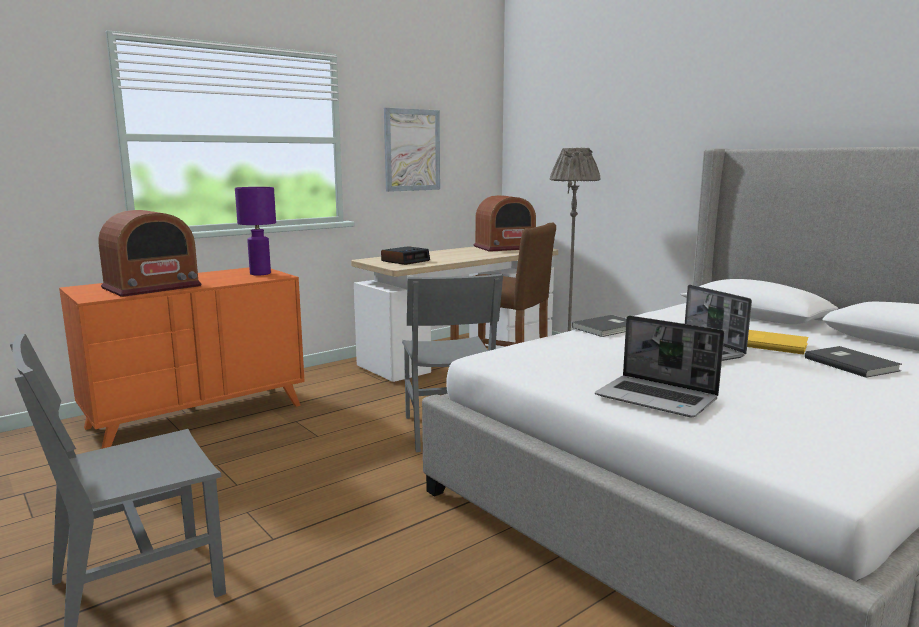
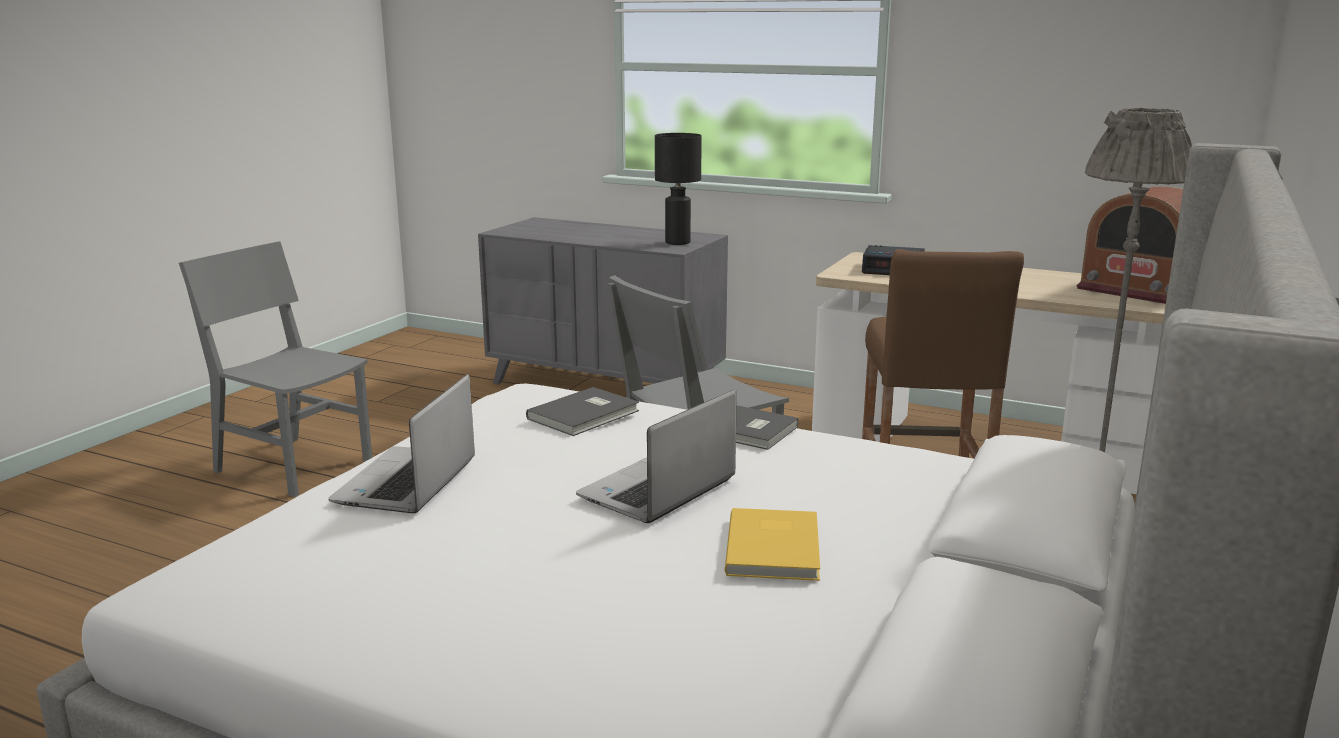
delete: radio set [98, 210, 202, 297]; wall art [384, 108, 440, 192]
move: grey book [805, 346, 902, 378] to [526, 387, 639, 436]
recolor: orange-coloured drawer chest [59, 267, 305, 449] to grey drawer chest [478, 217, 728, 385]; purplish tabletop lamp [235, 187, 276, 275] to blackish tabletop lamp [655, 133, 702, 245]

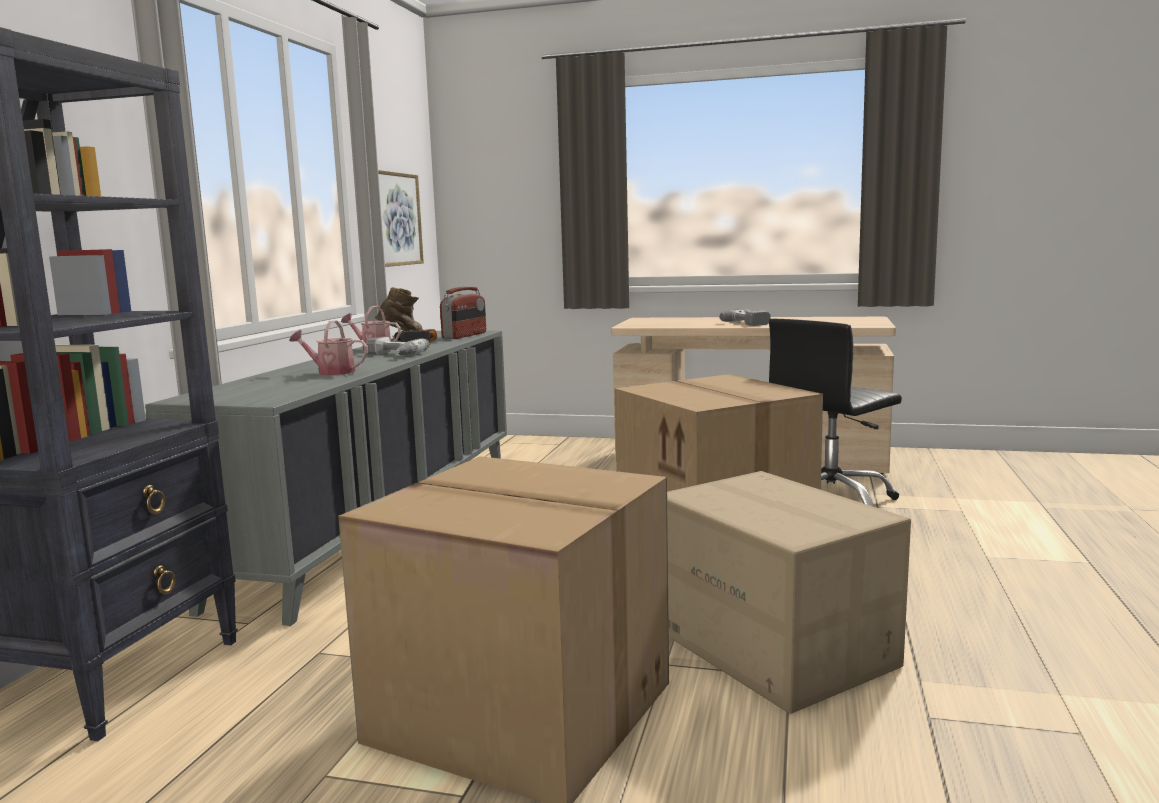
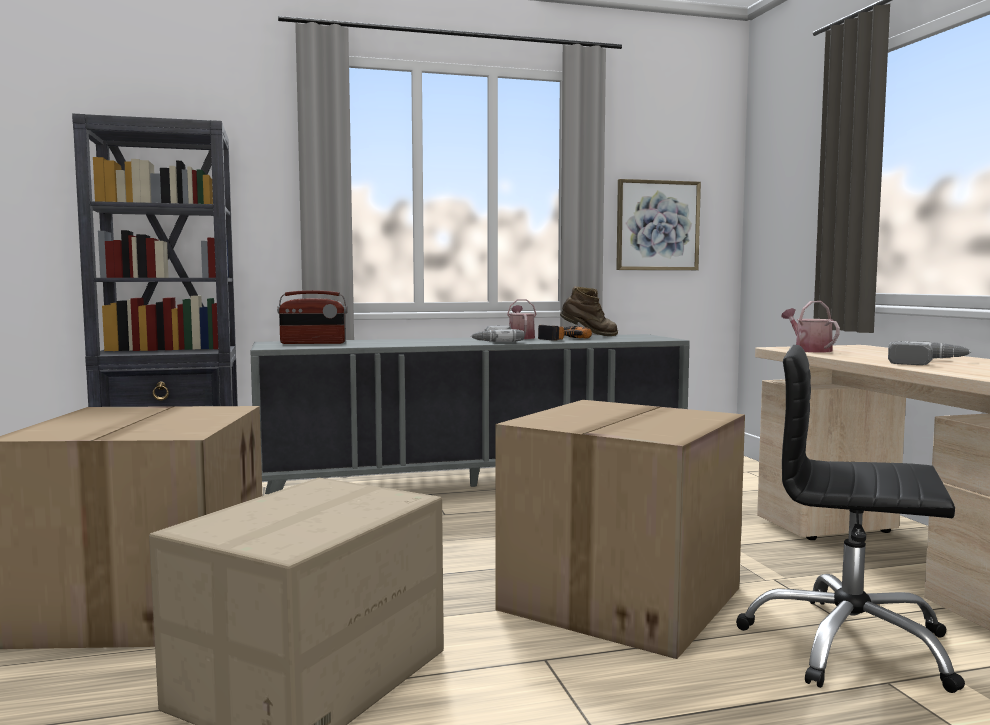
move: sprinkling can [289, 320, 368, 375] to [781, 301, 840, 353]; radio set [440, 287, 486, 339] to [277, 290, 348, 344]

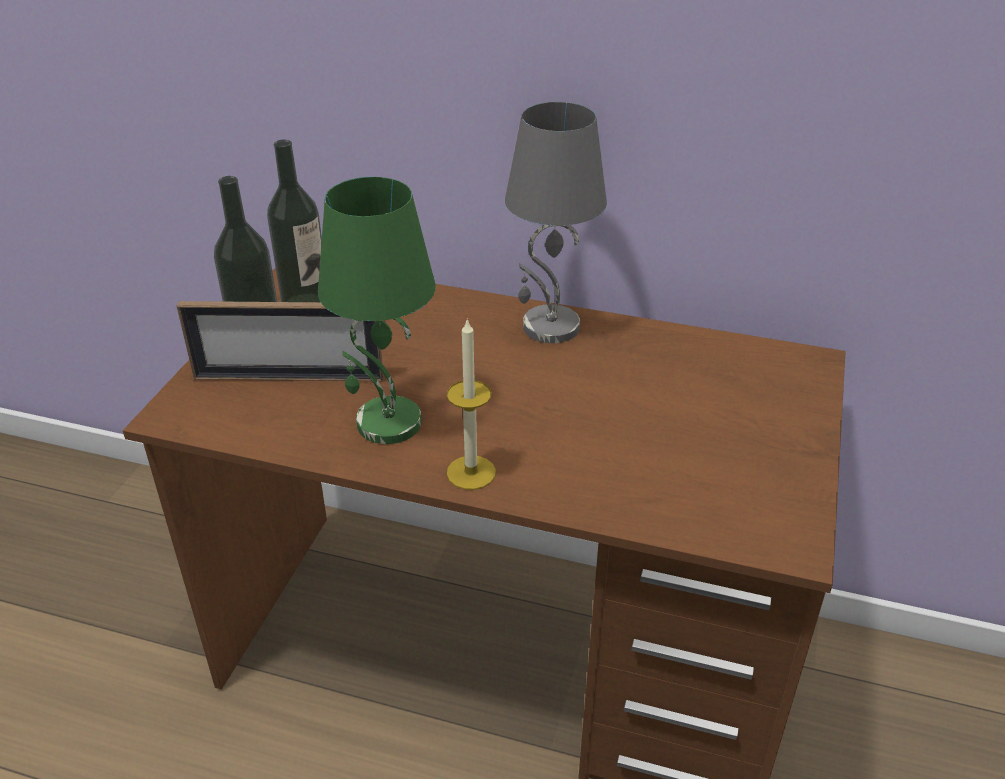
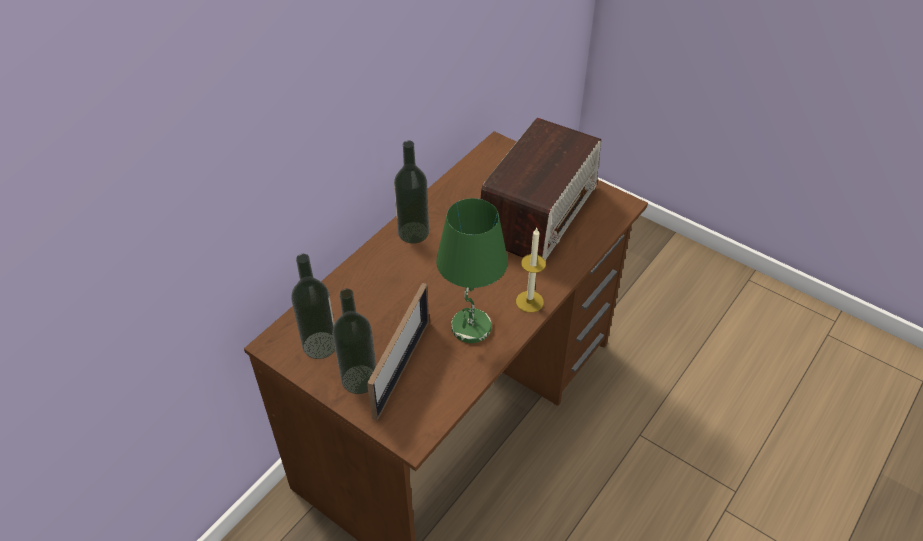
insert: radio set [481, 118, 601, 261]
replace: grey tabletop lamp [505, 102, 607, 343] to drink bottle [394, 140, 429, 244]

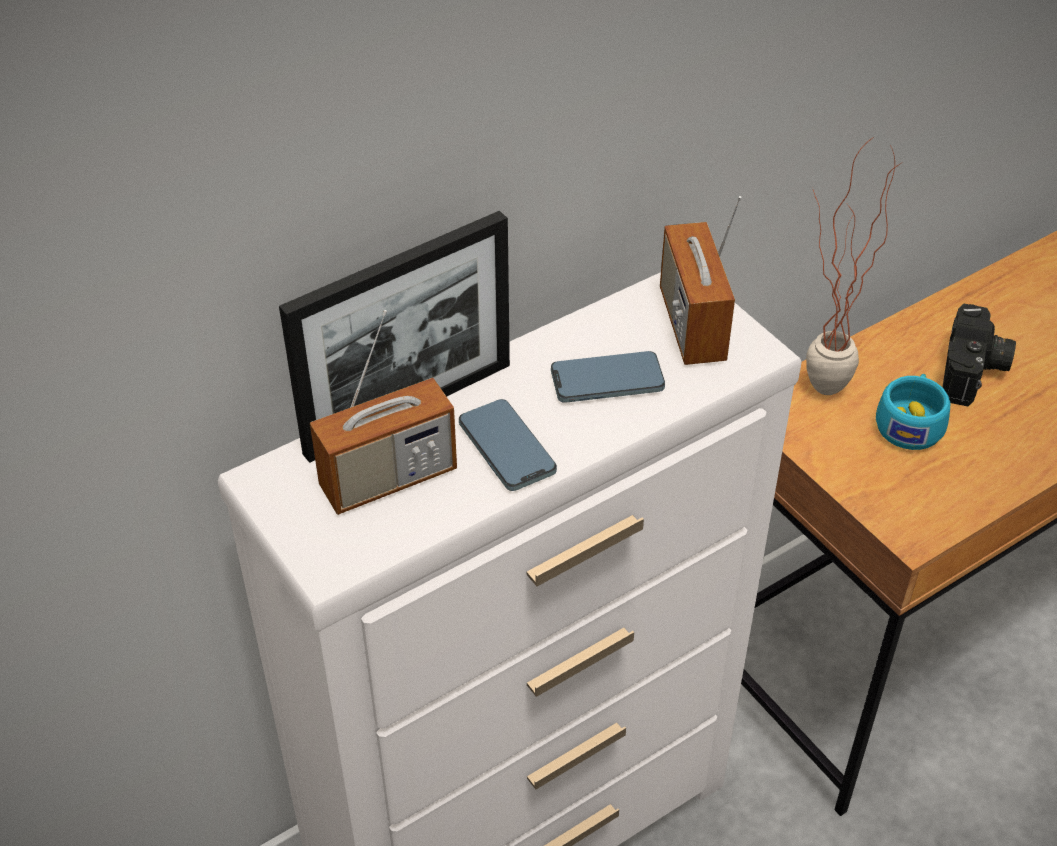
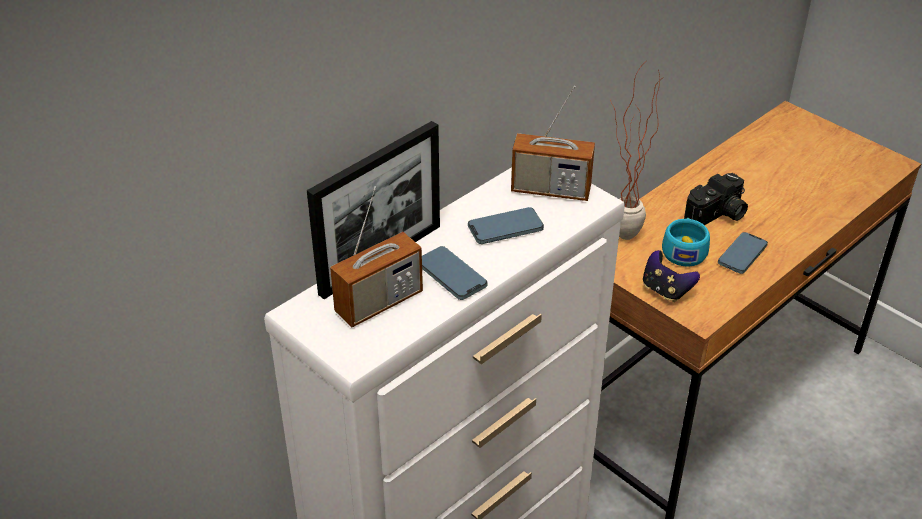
insert: game controller [643, 250, 700, 302]; telephone [718, 232, 768, 274]
rotate: radio set [660, 196, 741, 365] = [511, 86, 595, 201] 60 degrees counterclockwise; photo camera [942, 304, 1016, 406] = [684, 173, 748, 225] 45 degrees clockwise

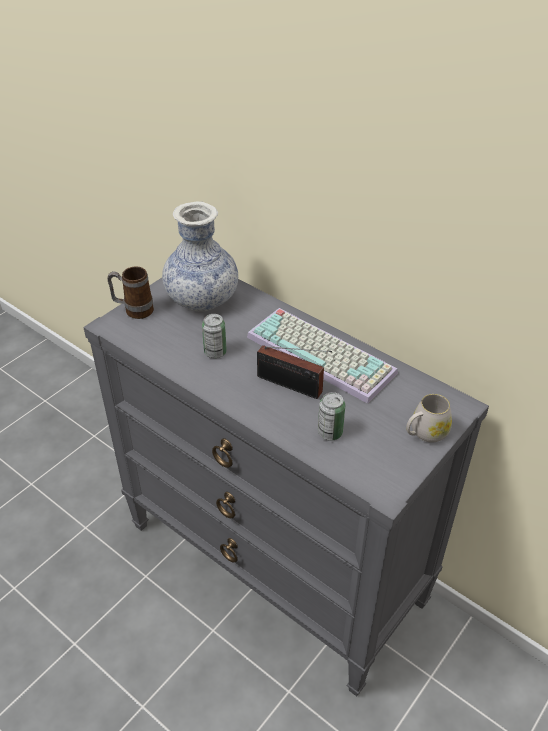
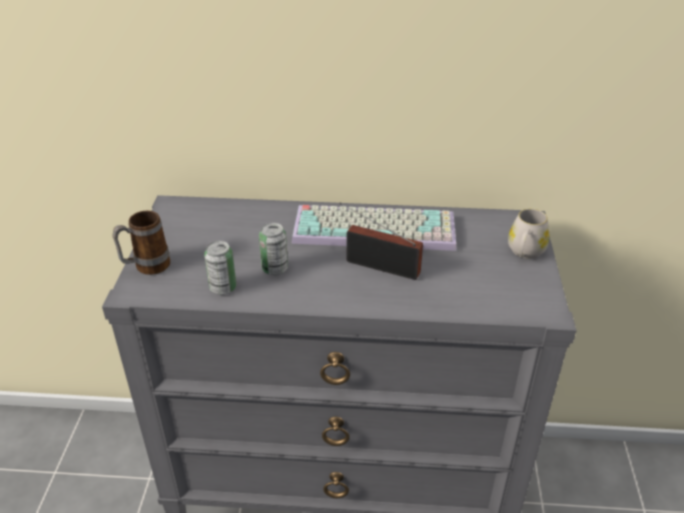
delete: decorative vase [162, 201, 238, 311]
move: sealed can [318, 392, 345, 441] to [204, 241, 236, 295]
rotate: radio set [257, 345, 332, 399] = [339, 203, 423, 280] 150 degrees counterclockwise

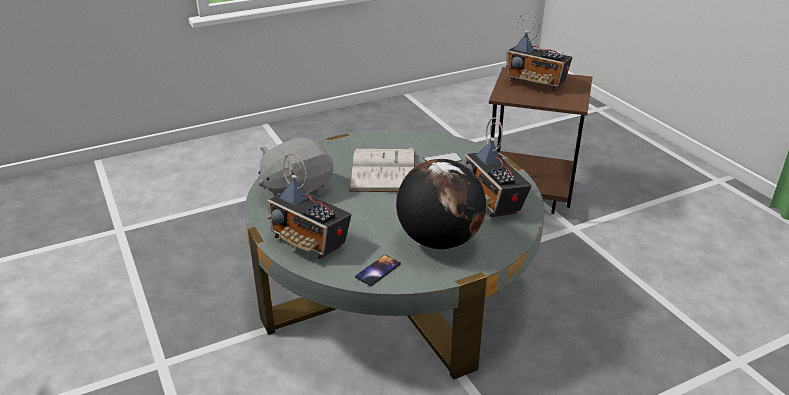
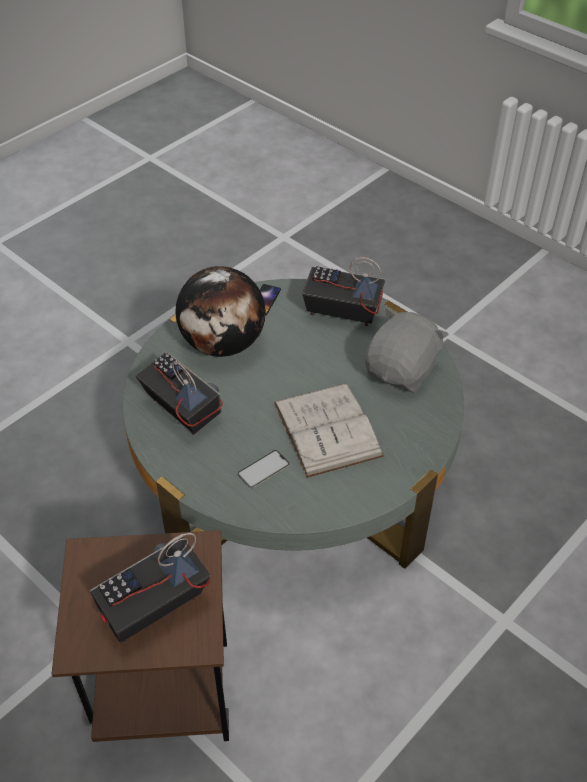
rotate: radio set [506, 12, 573, 91] = [90, 533, 211, 642] 45 degrees counterclockwise

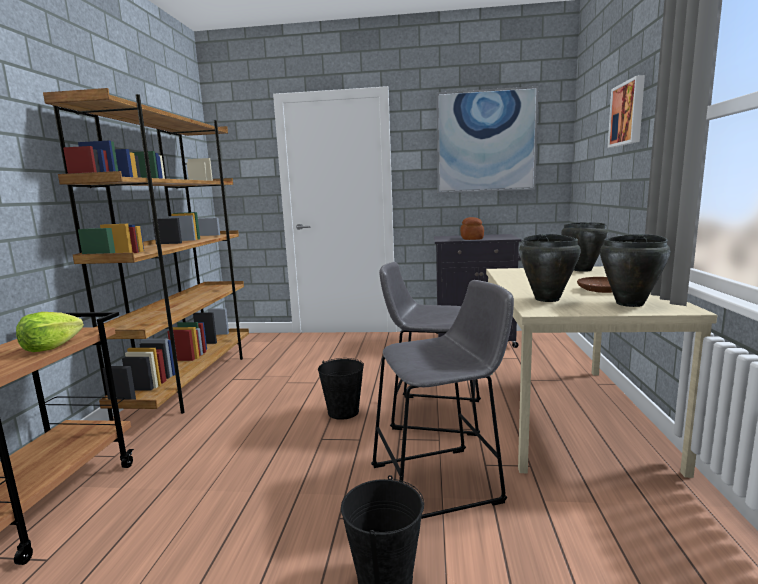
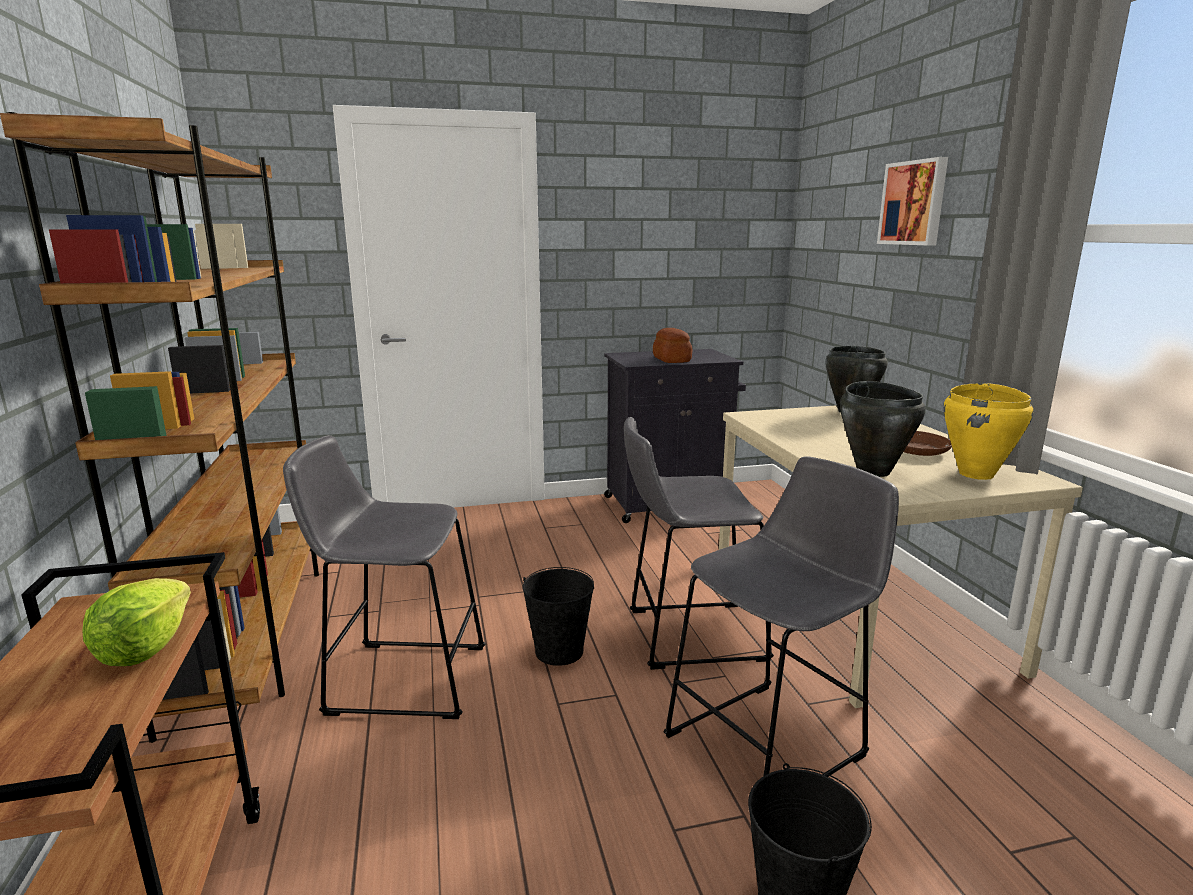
delete: wall art [436, 86, 539, 193]
insert: grey stool [283, 435, 486, 719]
recolor: blackish saucepot [600, 234, 670, 307] to yellow saucepot [943, 383, 1034, 480]

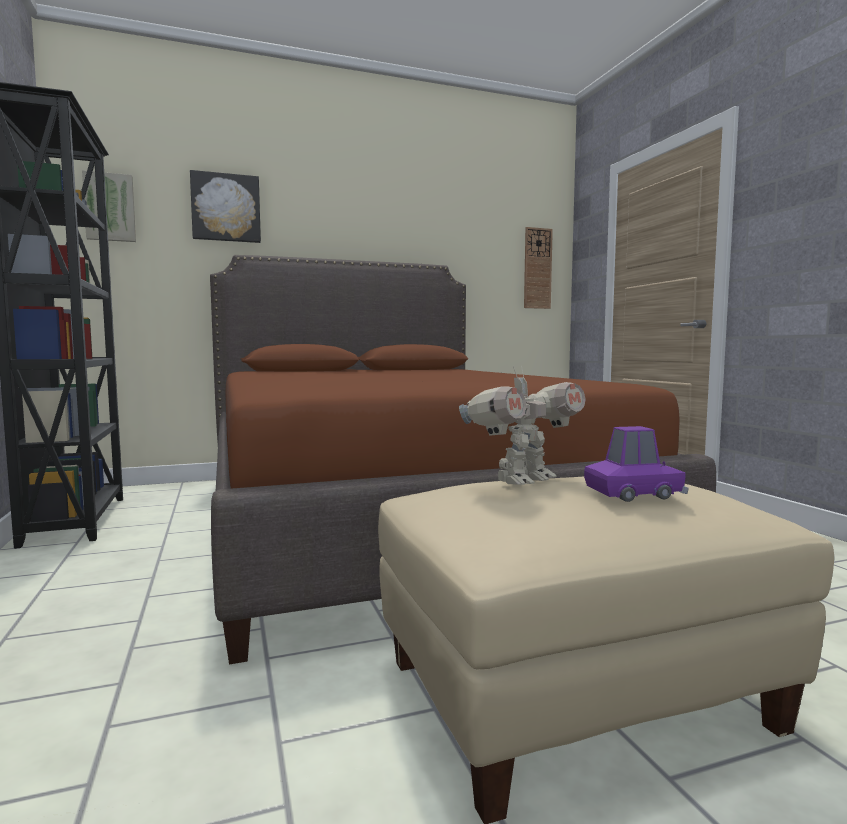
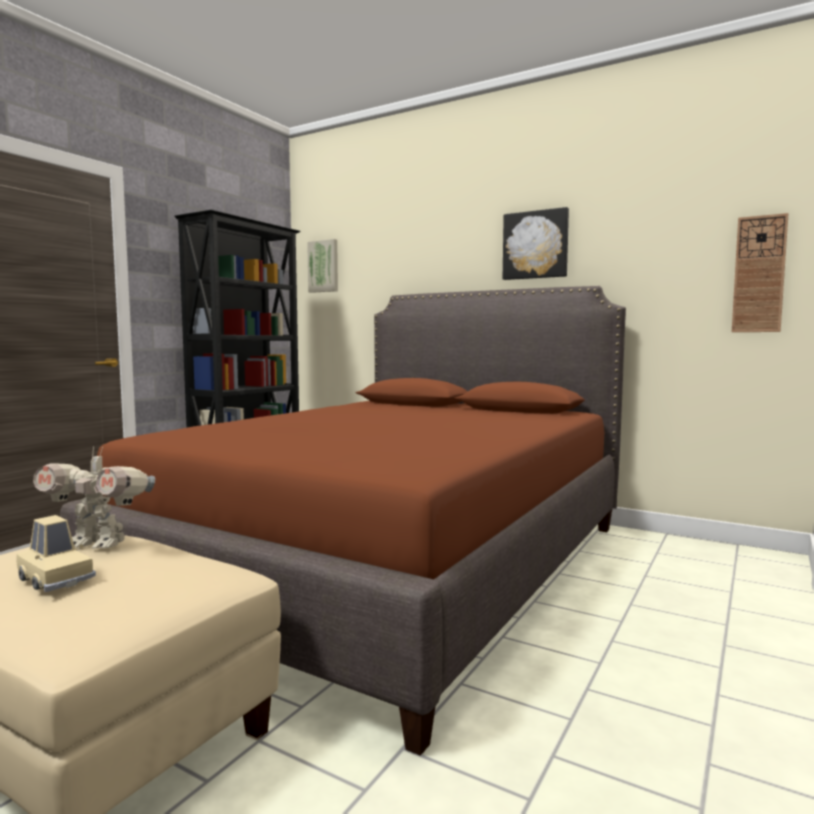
move: wall art [190, 170, 261, 243] to [503, 207, 569, 280]
recolor: purplish model car [584, 426, 689, 502] to beige-coloured model car [17, 515, 96, 592]

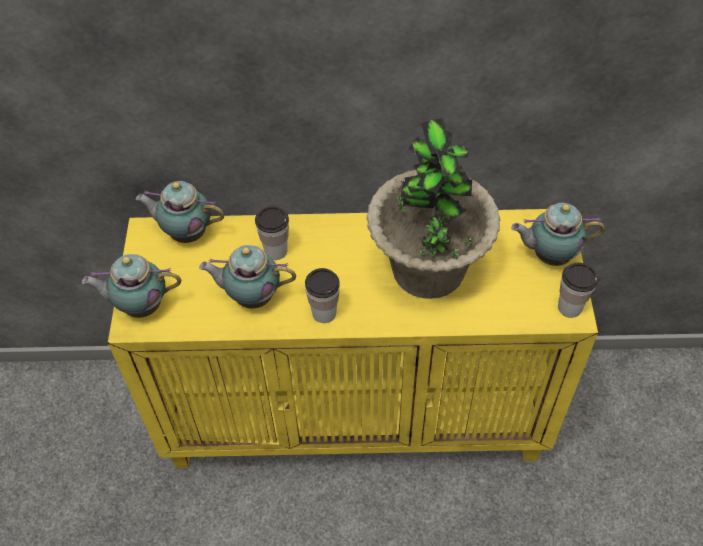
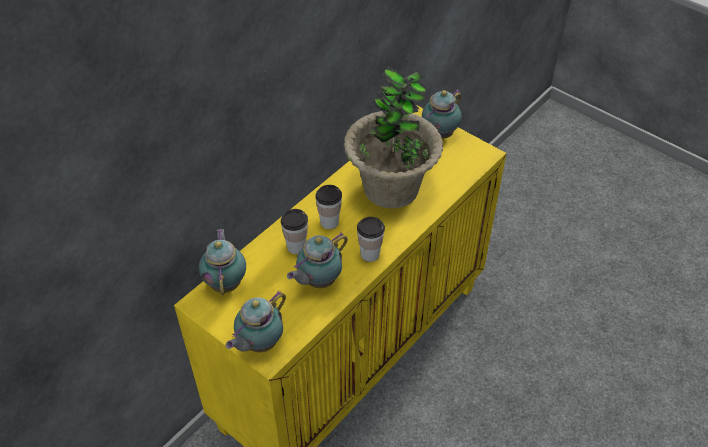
move: drinking cup [558, 263, 599, 318] to [315, 185, 342, 229]
rotate: pot for tea [136, 181, 224, 243] = [199, 229, 246, 295] 120 degrees clockwise

